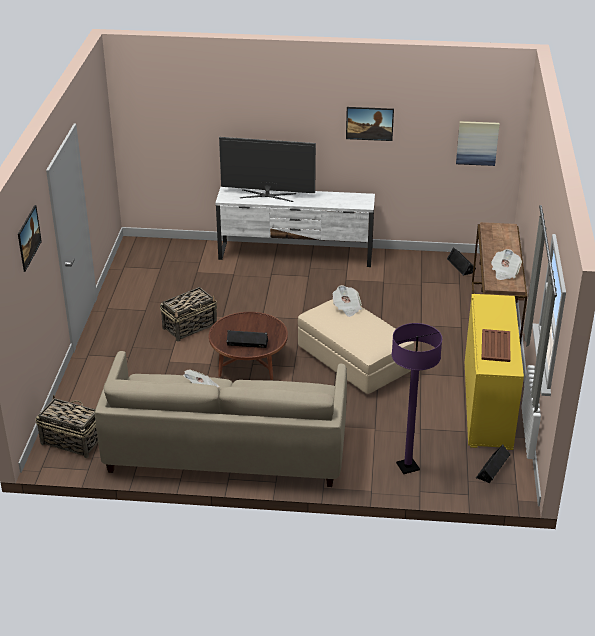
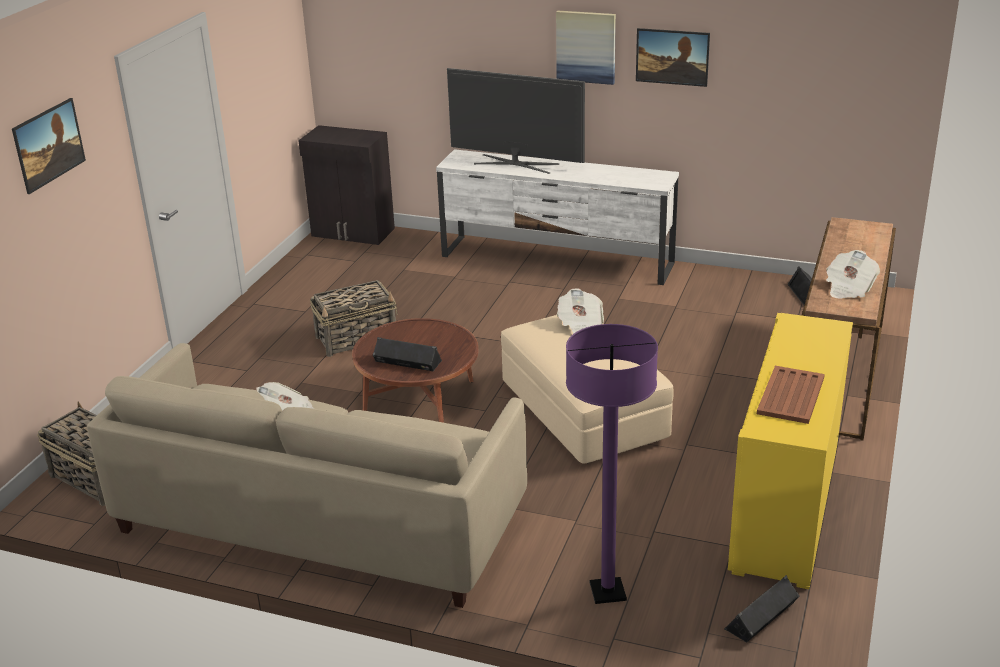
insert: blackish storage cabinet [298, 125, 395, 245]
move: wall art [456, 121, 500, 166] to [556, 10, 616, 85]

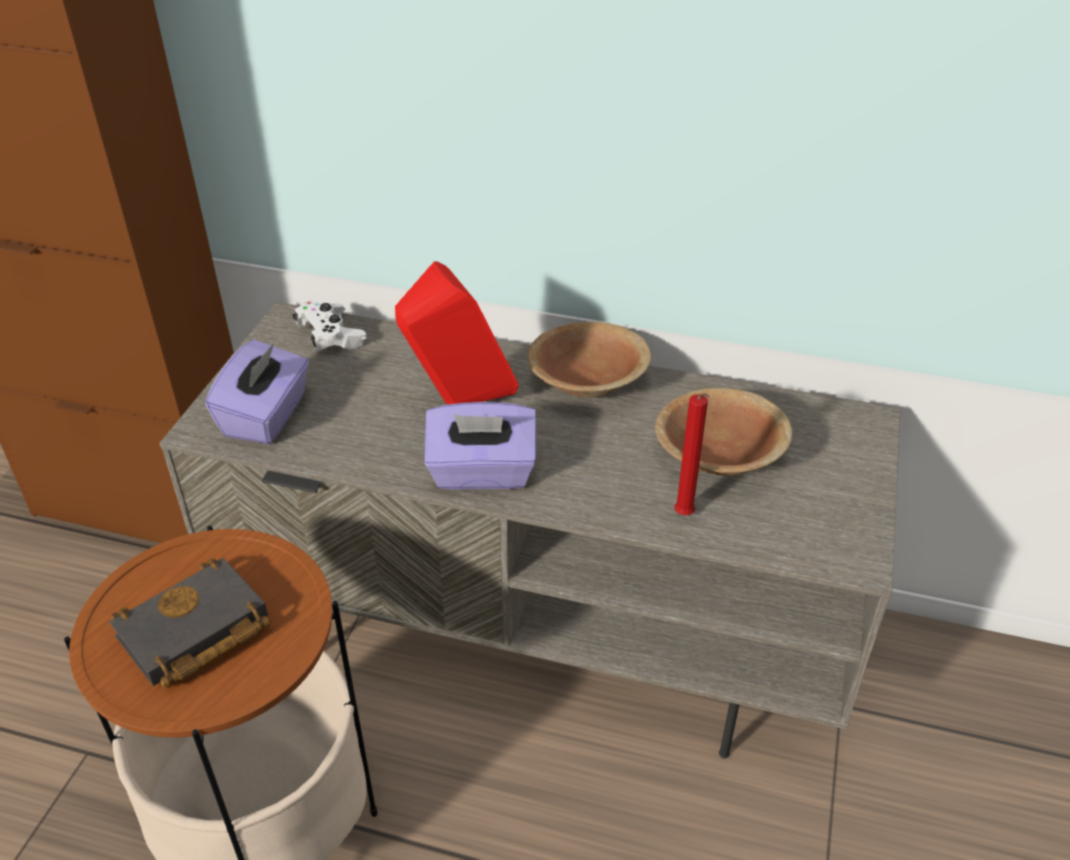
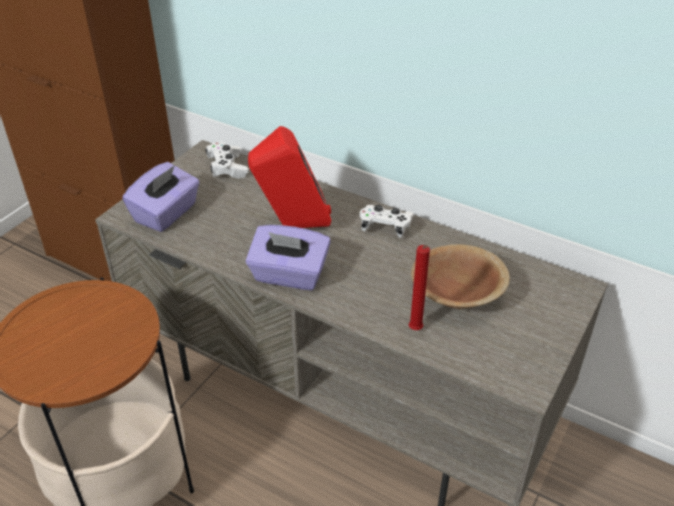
delete: blackish book [109, 558, 270, 688]
replace: brownish serving bowl [527, 322, 651, 398] to white-coloured game controller [359, 205, 414, 238]

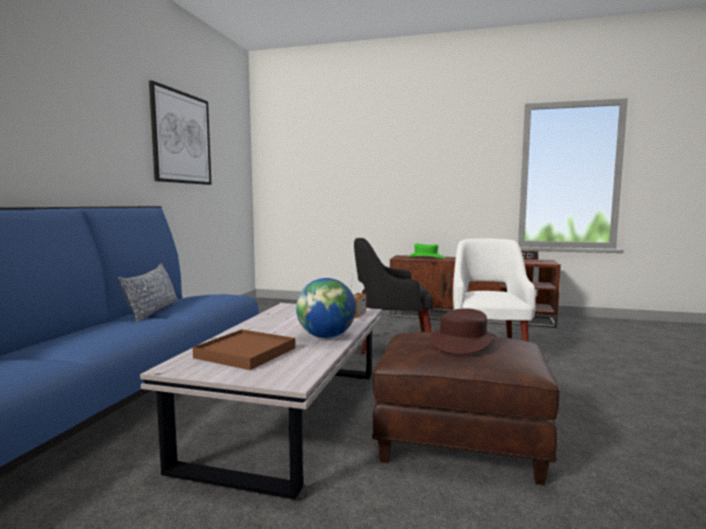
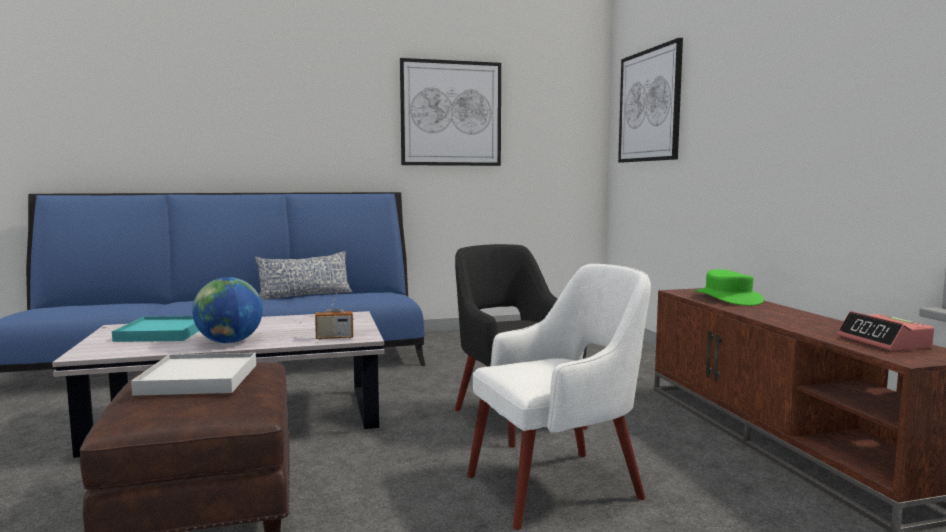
insert: wall art [618, 38, 683, 162]
replace: brownish clothing hat [430, 308, 496, 354] to white-coloured serving tray [131, 353, 256, 396]
recolor: brownish serving tray [192, 329, 295, 370] to turquoise serving tray [112, 316, 199, 342]

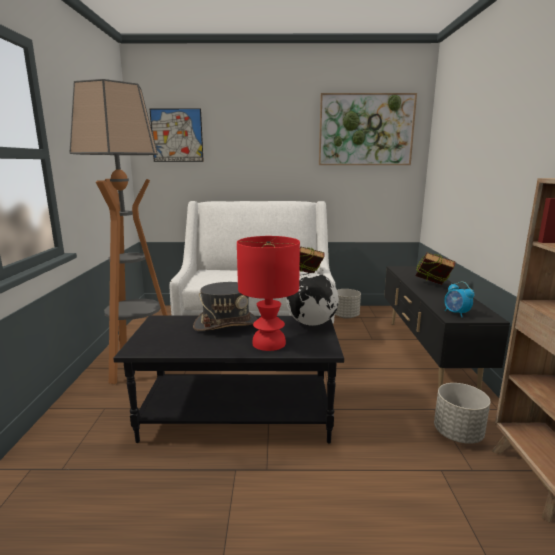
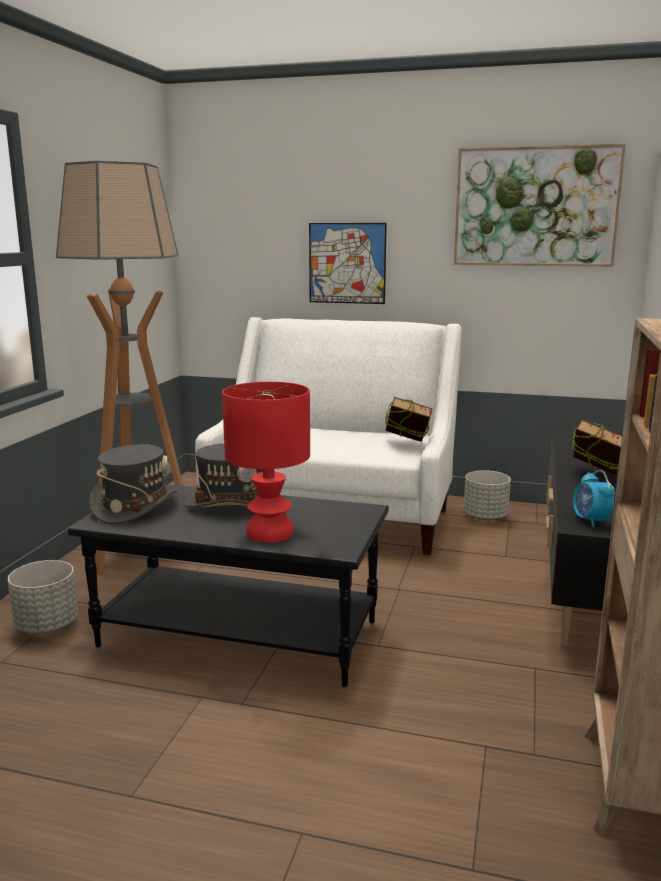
delete: desk globe [286, 273, 339, 326]
insert: grey clothing hat [89, 444, 178, 524]
move: wall art [149, 108, 204, 162] to [309, 223, 387, 304]; grey planter [434, 383, 490, 444] to [8, 560, 78, 633]

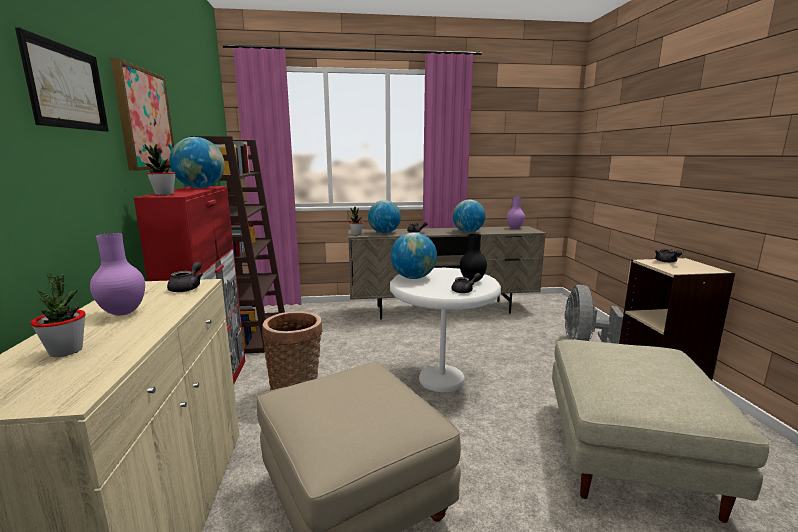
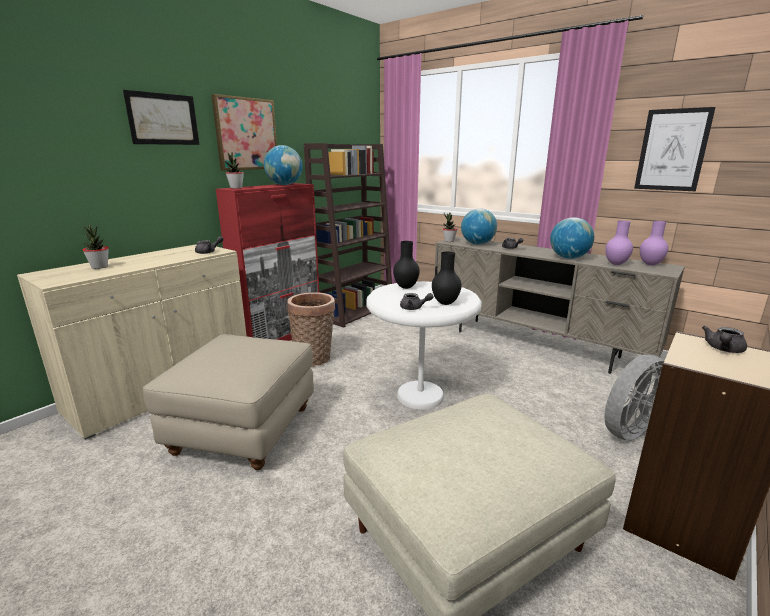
insert: wall art [634, 107, 716, 191]
move: purplish decorative vase [90, 233, 145, 316] to [605, 220, 633, 265]
replace: desk globe [391, 233, 437, 279] to blackish decorative vase [393, 241, 420, 289]

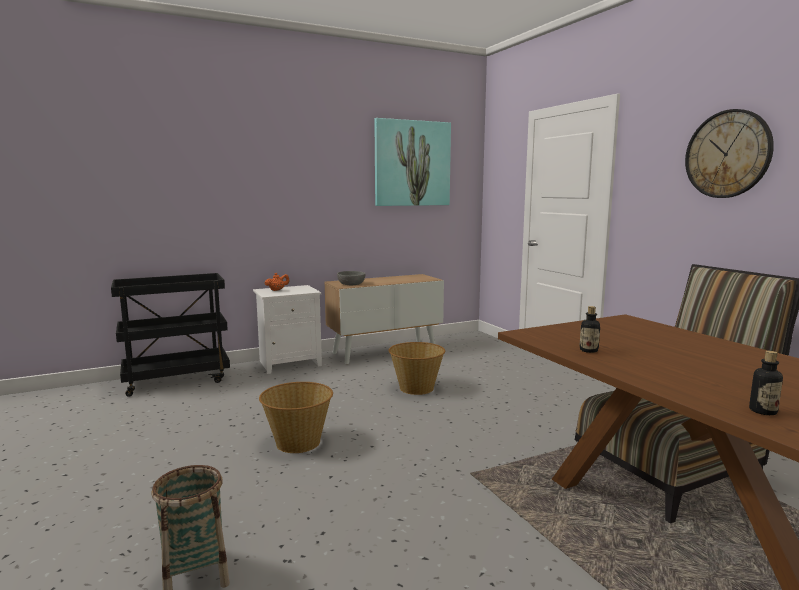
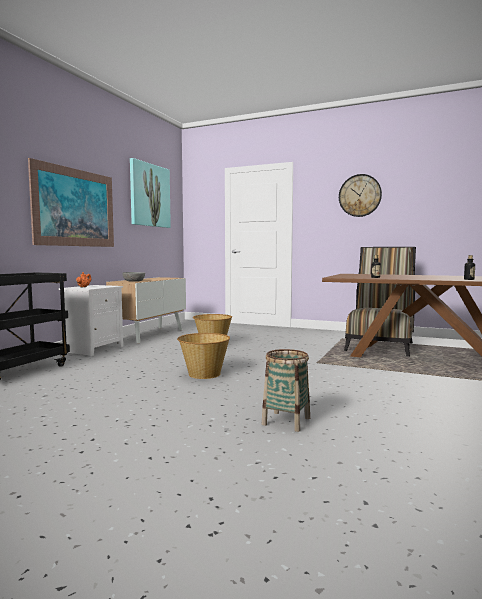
insert: wall art [28, 158, 114, 247]

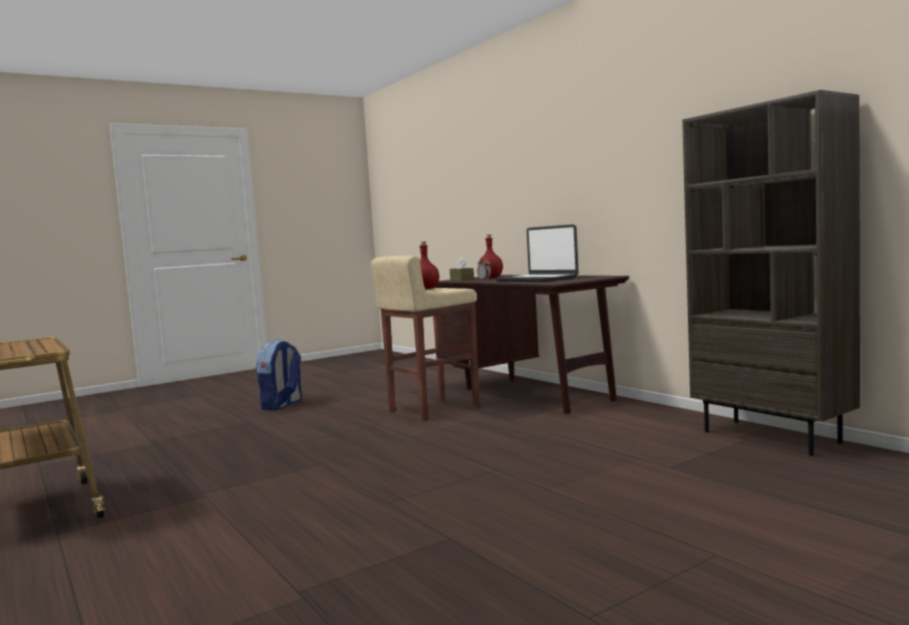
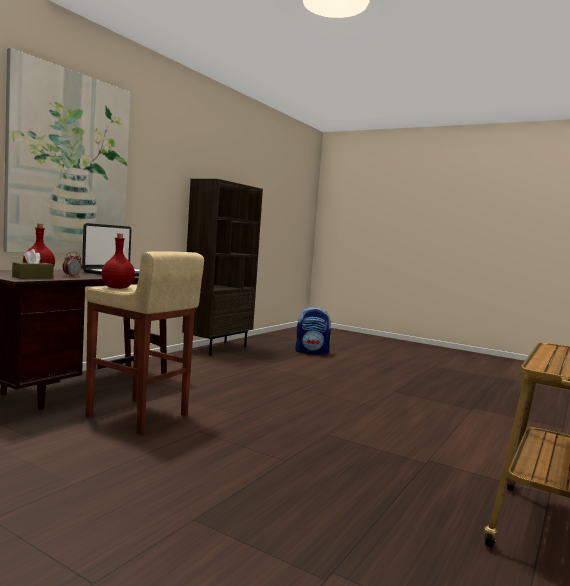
insert: wall art [3, 48, 131, 254]
move: knapsack [256, 340, 302, 410] to [295, 307, 332, 355]

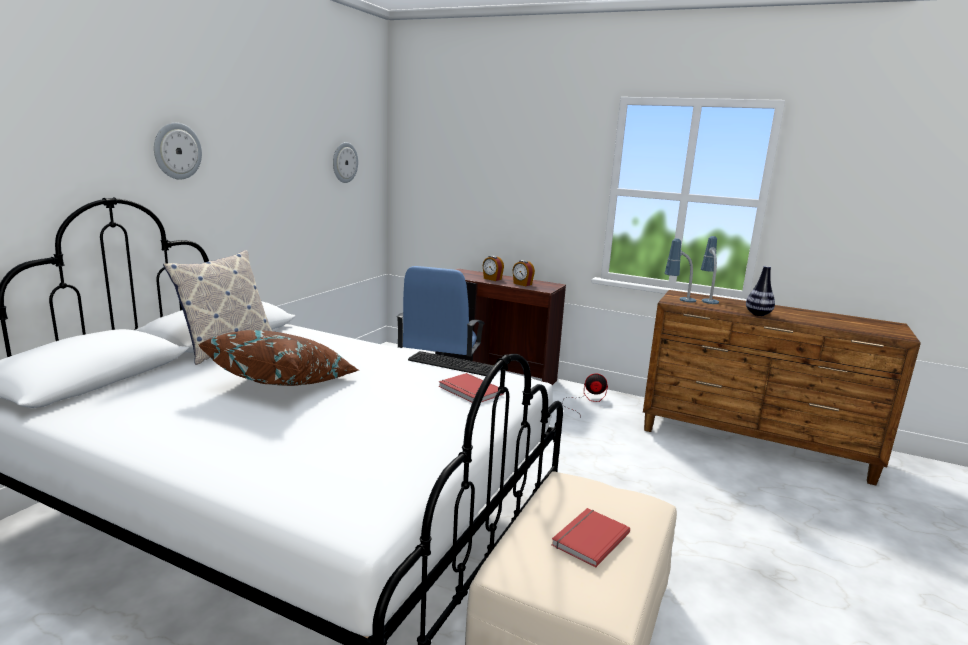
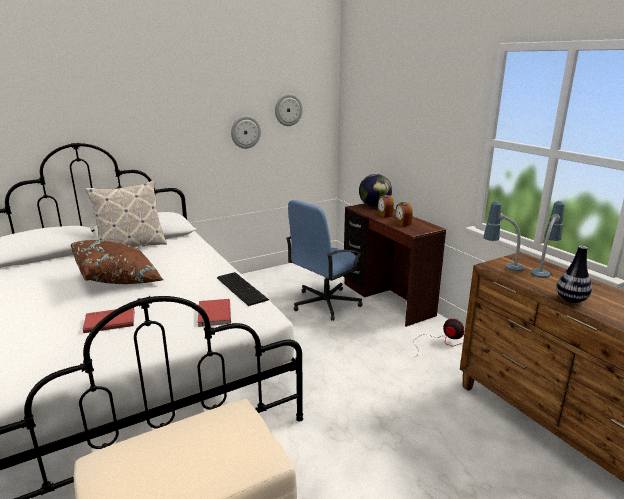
insert: desk globe [359, 174, 392, 207]
move: hanging clock [154, 123, 202, 179] to [231, 116, 261, 149]; red book [551, 508, 630, 568] to [83, 308, 135, 333]

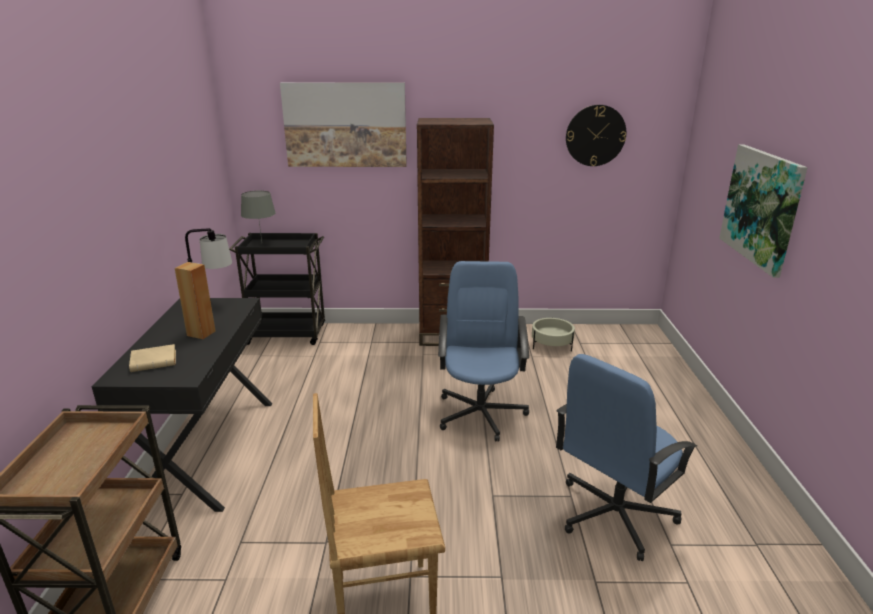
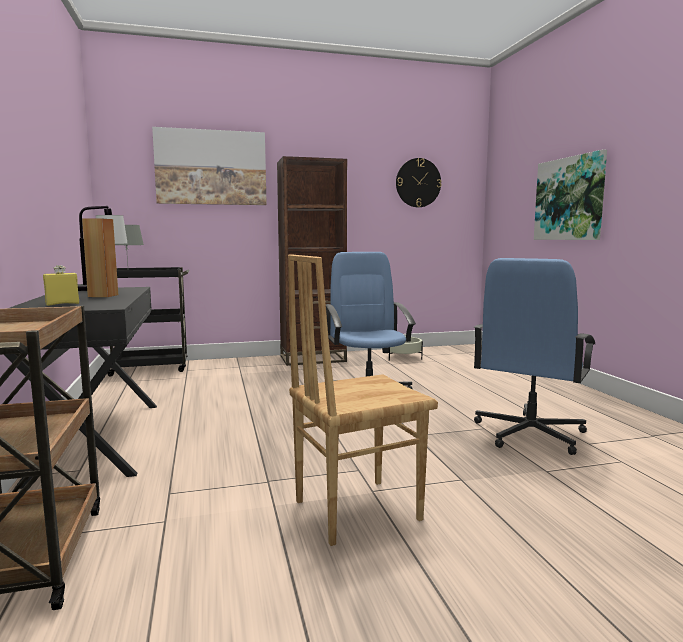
replace: beige-coloured book [129, 344, 176, 372] to yellow drink bottle [43, 265, 79, 306]

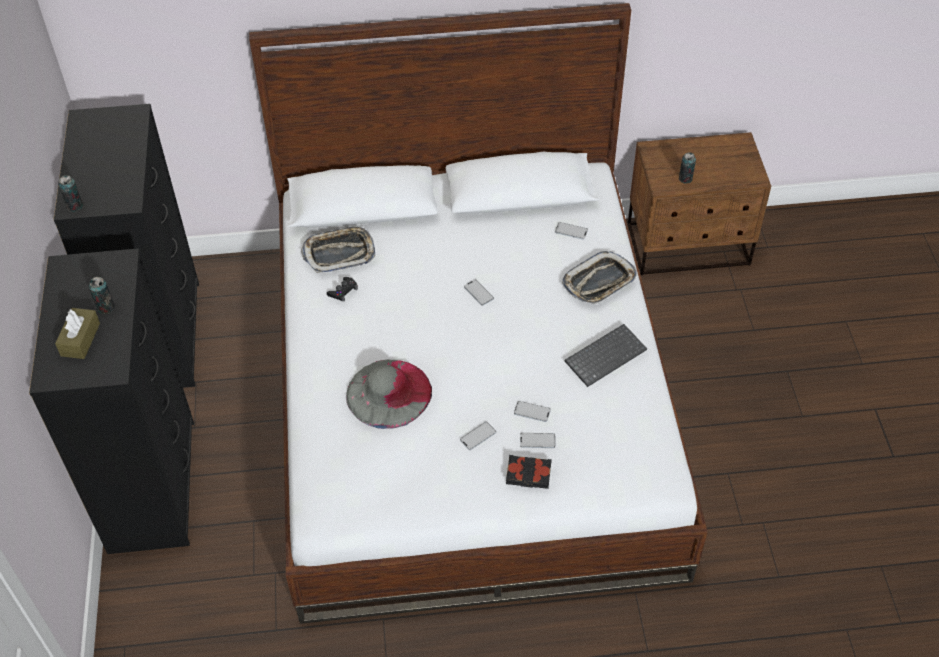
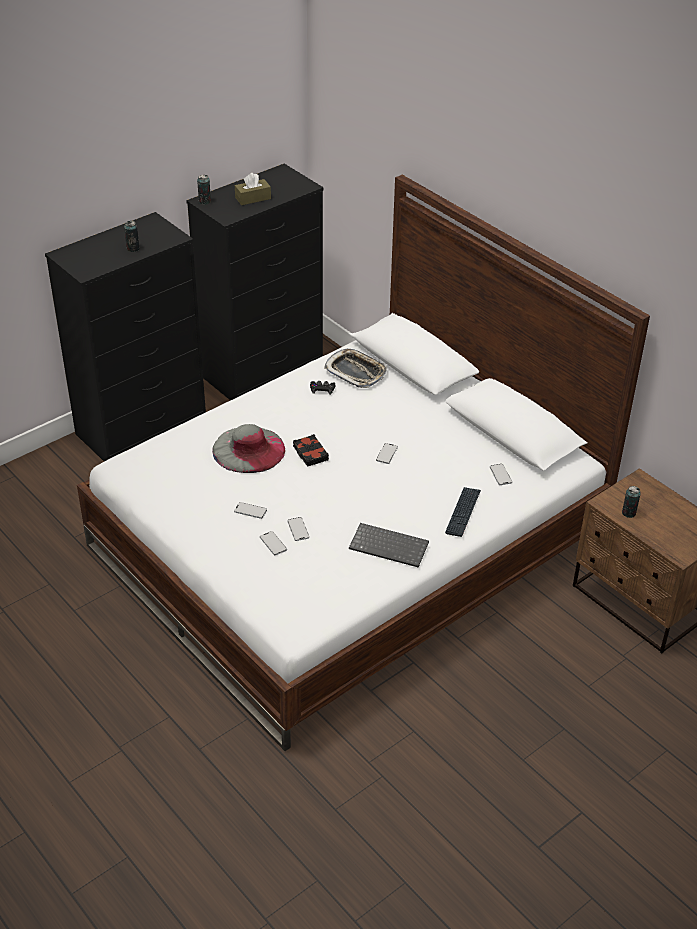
move: brownish tissue box [55, 308, 100, 359] to [235, 173, 271, 205]; blackish book [506, 455, 552, 489] to [293, 434, 329, 467]
replace: serving tray [562, 251, 637, 304] to computer keyboard [445, 487, 481, 537]

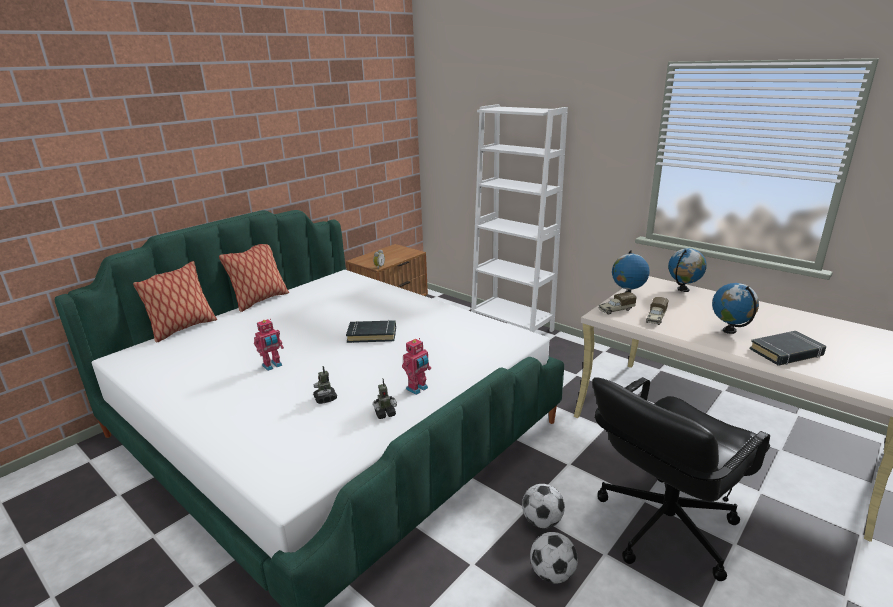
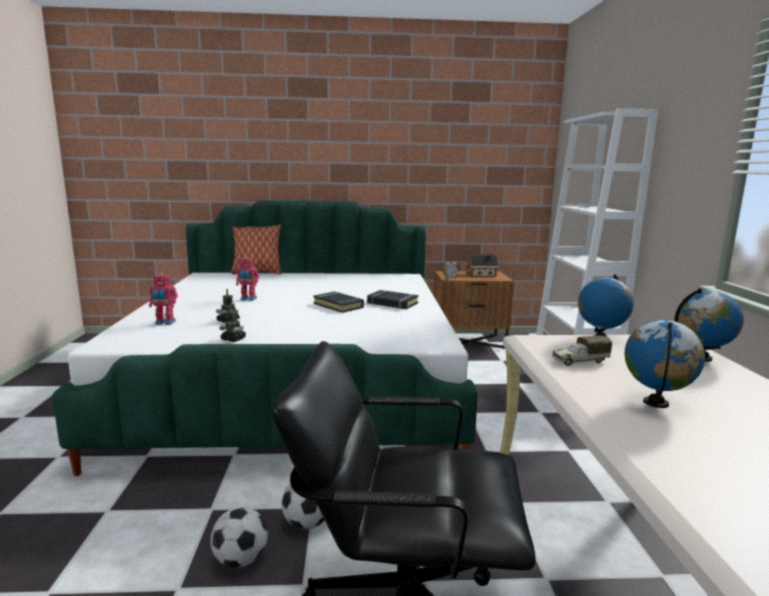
delete: pillow [219, 244, 289, 312]; toy lorry [599, 292, 636, 315]
insert: miniature house [466, 253, 499, 277]
move: model robot [402, 338, 431, 395] to [149, 273, 178, 325]; blackish book [750, 331, 826, 366] to [367, 290, 419, 309]

